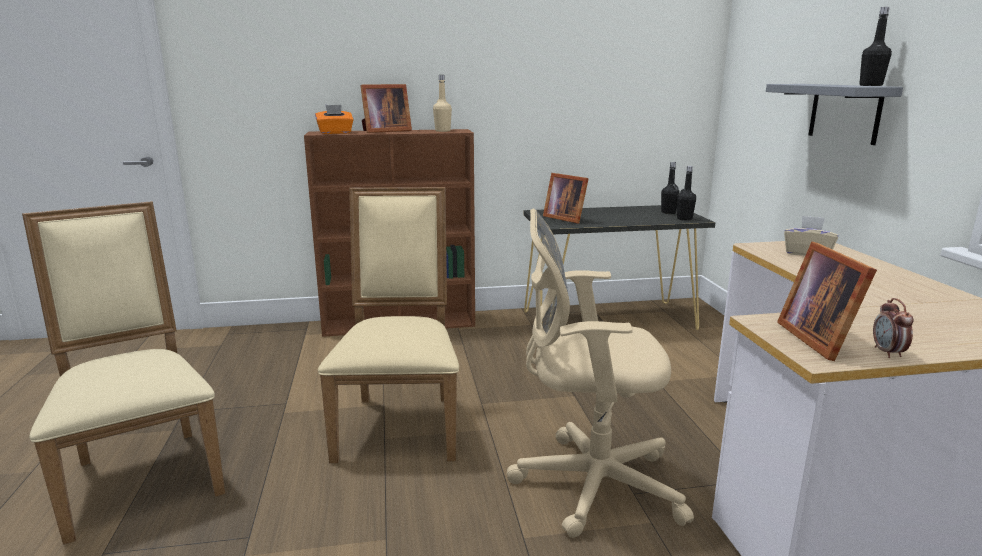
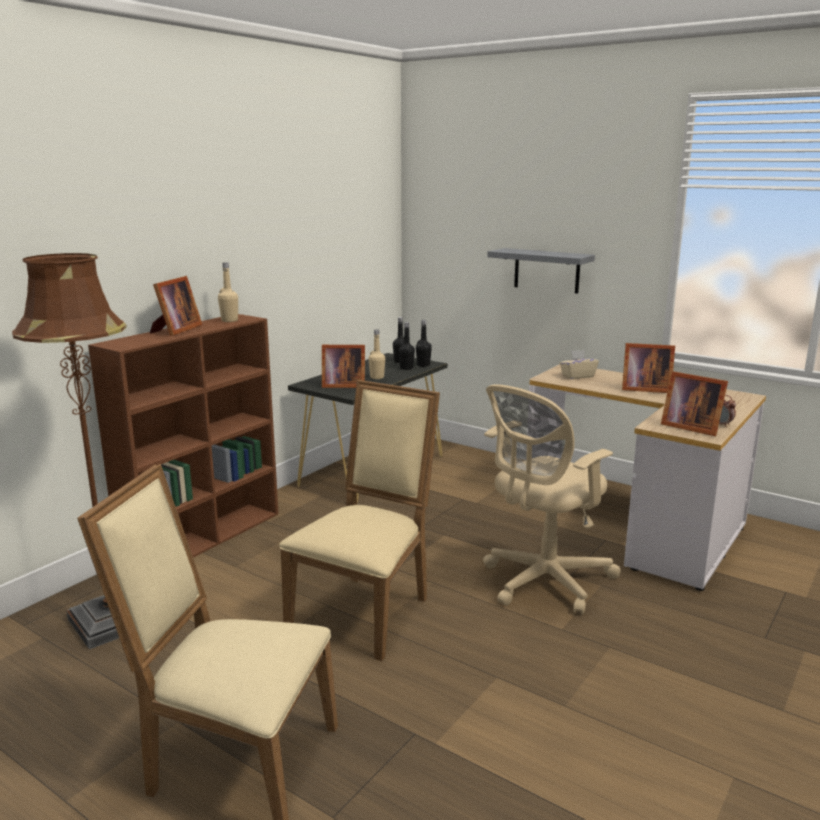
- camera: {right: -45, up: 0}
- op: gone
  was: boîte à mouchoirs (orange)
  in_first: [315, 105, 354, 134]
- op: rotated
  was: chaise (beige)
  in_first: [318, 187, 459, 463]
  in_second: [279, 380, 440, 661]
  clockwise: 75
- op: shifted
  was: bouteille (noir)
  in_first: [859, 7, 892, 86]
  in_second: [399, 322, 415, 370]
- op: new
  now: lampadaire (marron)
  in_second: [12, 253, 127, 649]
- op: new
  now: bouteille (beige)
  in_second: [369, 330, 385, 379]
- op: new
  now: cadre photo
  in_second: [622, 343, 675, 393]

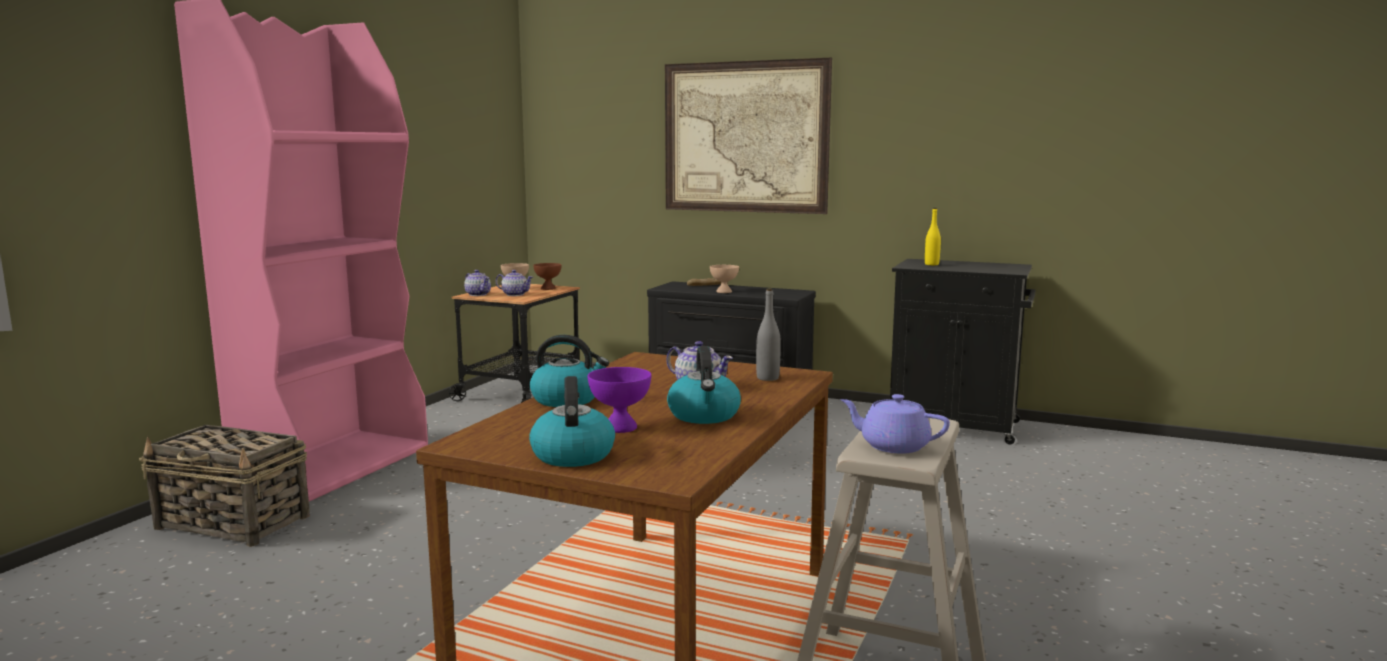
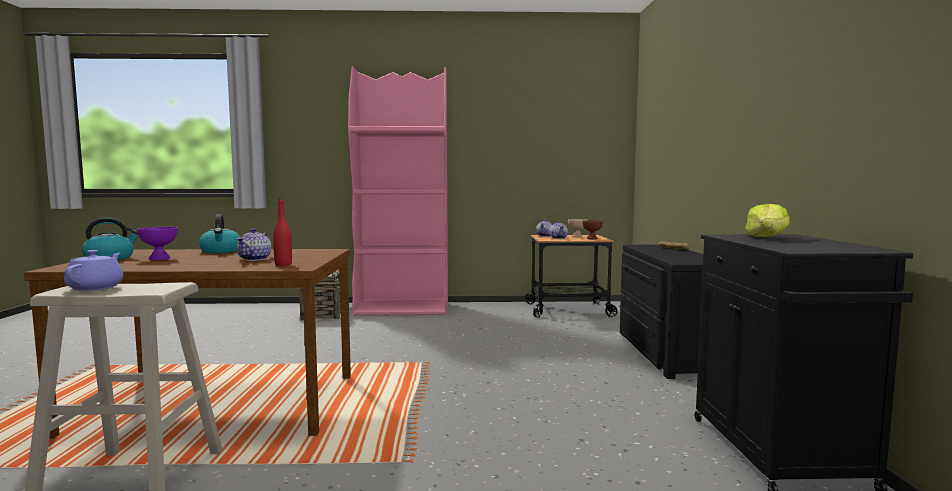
- camera: {right: 65, up: -5}
- op: gone
  was: tableau
  in_first: [665, 58, 832, 214]
- op: gone
  was: bouilloire
  in_first: [667, 346, 741, 424]
- op: gone
  was: bol (beige)
  in_first: [710, 265, 739, 293]
- op: repainted
  was: bouteille (gris)
  now: bouteille (rouge)
  in_first: [756, 288, 781, 381]
  in_second: [273, 198, 292, 266]
- op: swapped
  was: bouteille (jaune)
  now: laitue
  in_first: [925, 208, 941, 265]
  in_second: [745, 203, 790, 237]

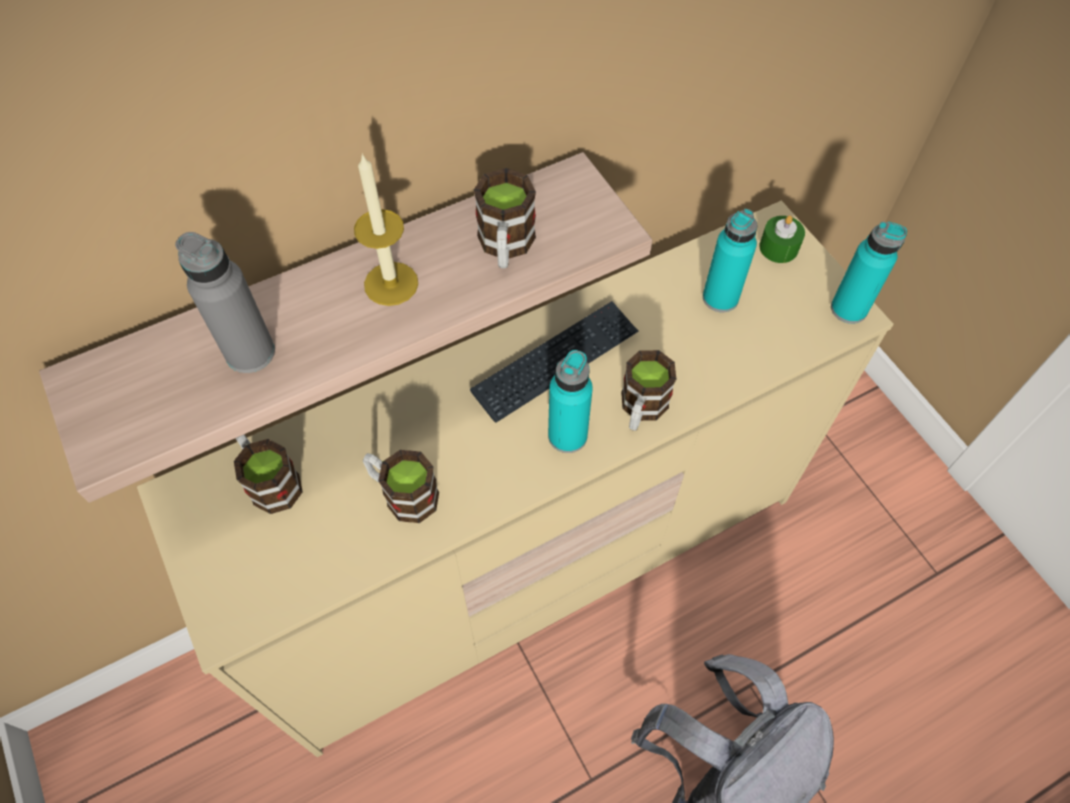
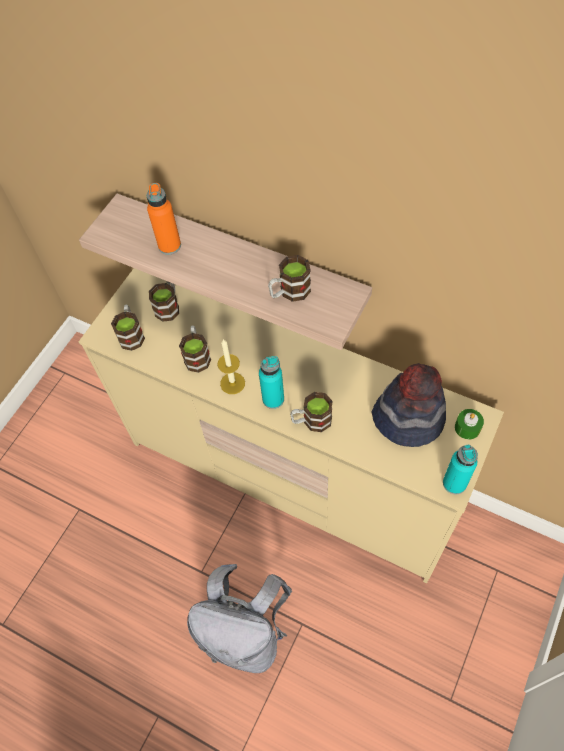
- camera: {right: 60, up: 0}
- op: repainted
  was: bouteille (gris)
  now: bouteille (orange)
  in_first: [175, 232, 275, 373]
  in_second: [147, 183, 181, 255]
- op: shifted
  was: bougie
  in_first: [354, 153, 418, 306]
  in_second: [217, 339, 245, 394]
- op: gone
  was: clavier
  in_first: [470, 301, 639, 423]
- op: swapped
  was: bouteille (turquoise)
  now: chapeau
  in_first: [703, 209, 757, 312]
  in_second: [371, 363, 446, 447]
- op: new
  now: mug
  in_second: [111, 305, 145, 351]

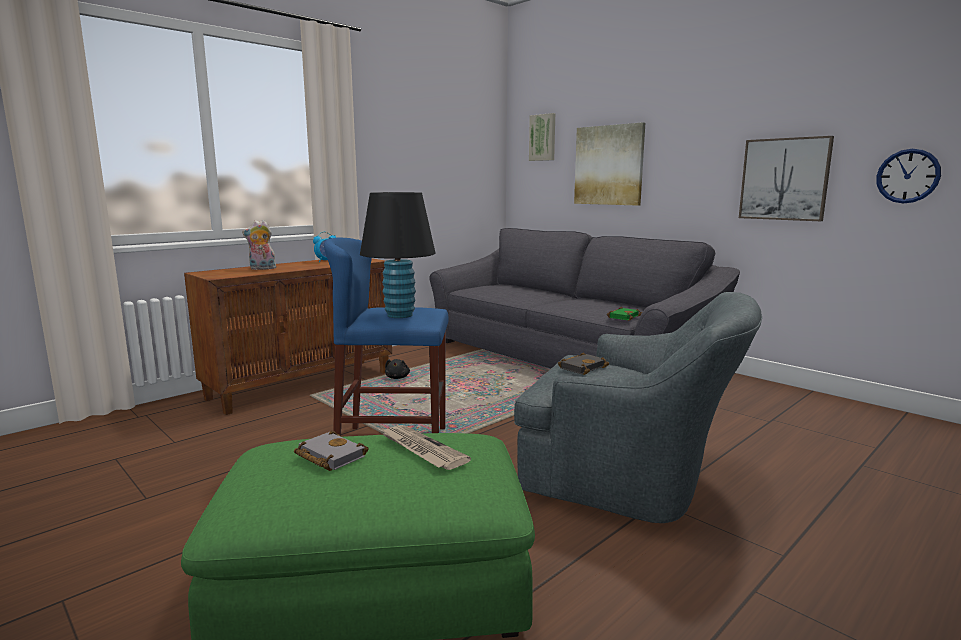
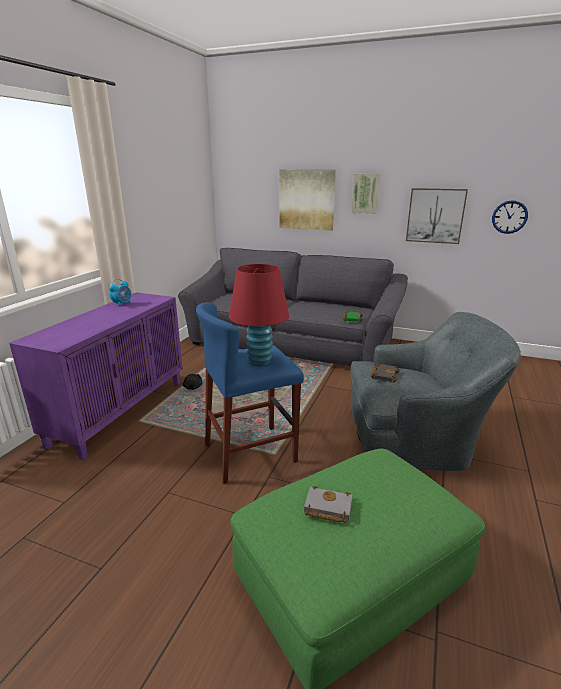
- camera: {right: -25, up: 10}
- op: repainted
  was: meuble de rangement (marron)
  now: meuble de rangement (violet)
  in_first: [184, 258, 392, 415]
  in_second: [9, 292, 183, 460]
- op: gone
  was: peluche
  in_first: [242, 220, 276, 270]
- op: repainted
  was: lampe de table (noir)
  now: lampe de table (rouge)
  in_first: [360, 192, 436, 318]
  in_second: [229, 264, 289, 366]
- op: gone
  was: journal
  in_first: [381, 425, 471, 470]
- op: shifted
  was: tableau
  in_first: [529, 113, 555, 161]
  in_second: [351, 173, 380, 214]

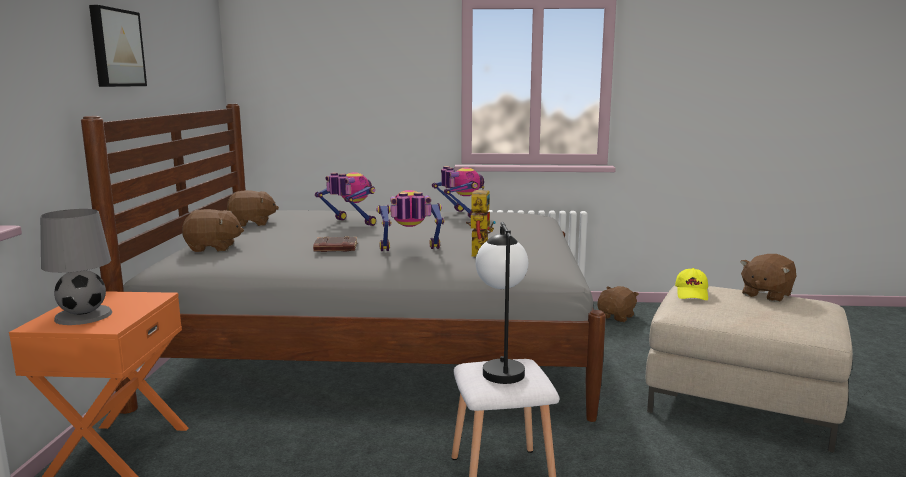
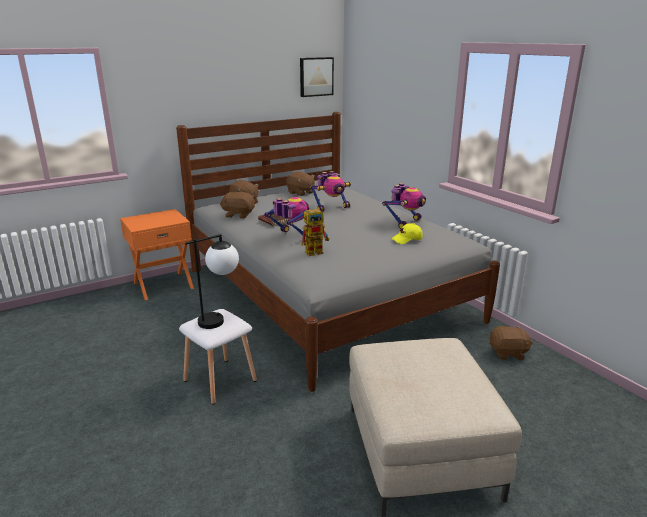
- camera: {right: 55, up: 10}
- op: gone
  was: lampe de table (gris)
  in_first: [40, 209, 112, 325]
- op: shifted
  was: tableau
  in_first: [89, 5, 147, 87]
  in_second: [300, 57, 334, 97]
- op: rotated
  was: robot jouet
  in_first: [315, 172, 376, 226]
  in_second: [310, 171, 351, 212]
  clockwise: 60
- op: shifted
  was: casquette (jaune)
  in_first: [675, 268, 708, 300]
  in_second: [391, 223, 423, 244]
- op: shifted
  was: peluche (marron)
  in_first: [740, 254, 796, 302]
  in_second: [220, 192, 255, 219]

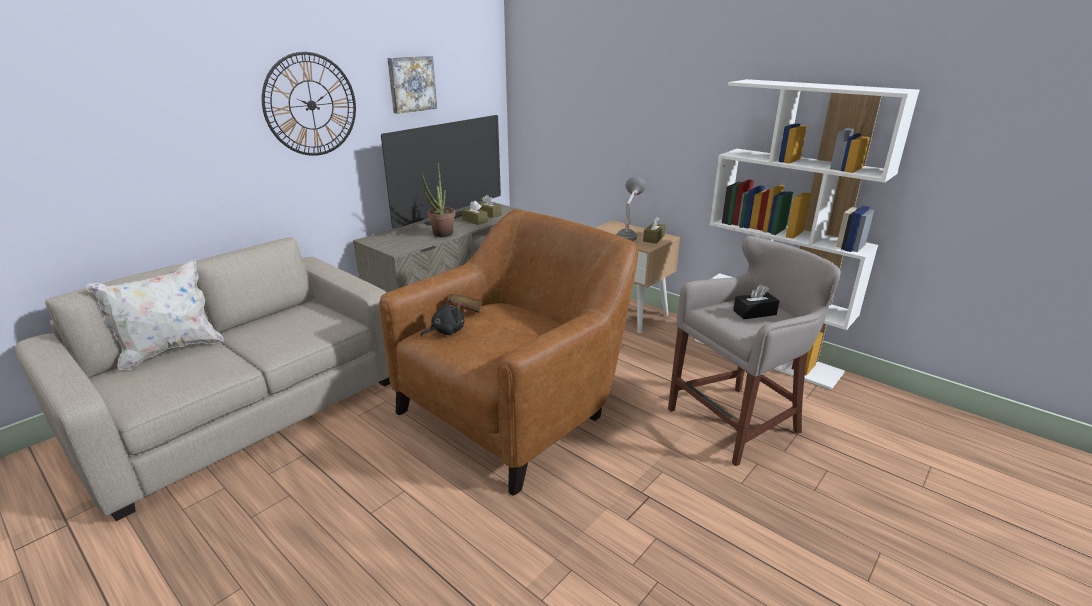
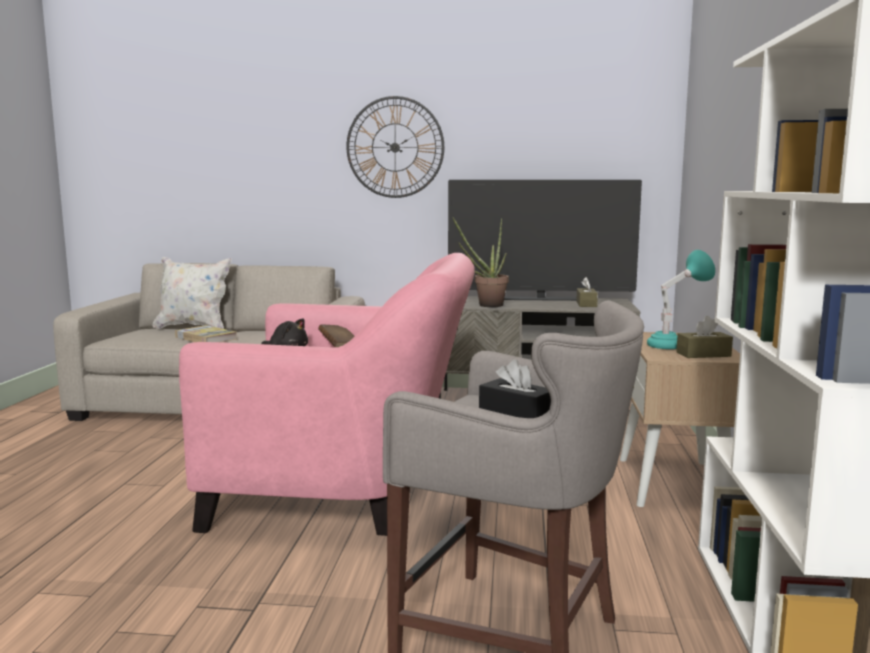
- camera: {right: 55, up: -15}
- op: repainted
  was: fauteuil (marron)
  now: fauteuil (rose)
  in_first: [379, 209, 638, 496]
  in_second: [179, 253, 475, 536]
- op: gone
  was: tableau
  in_first: [387, 56, 437, 114]
- op: gone
  was: boîte à mouchoirs (marron)
  in_first: [462, 201, 488, 225]
- op: repainted
  was: lampe de table (gris)
  now: lampe de table (turquoise)
  in_first: [616, 177, 646, 241]
  in_second: [647, 250, 715, 349]
- op: new
  now: livre
  in_second: [175, 325, 237, 342]

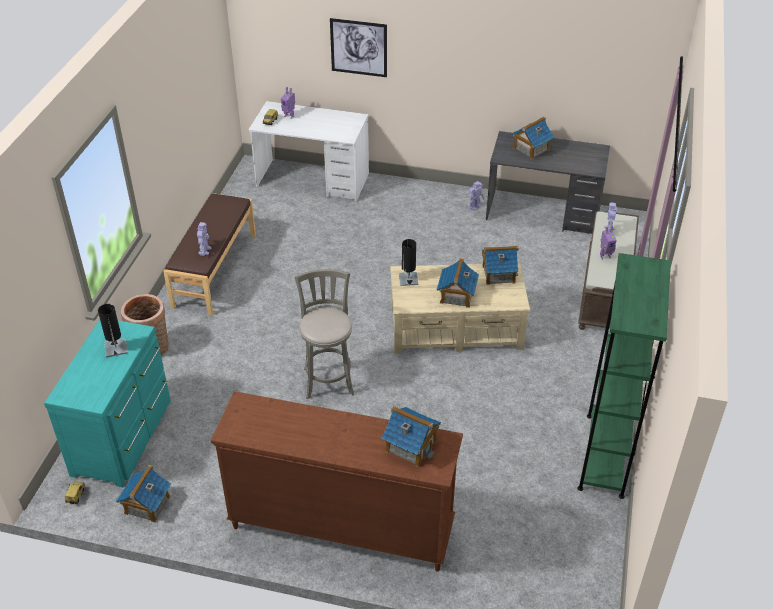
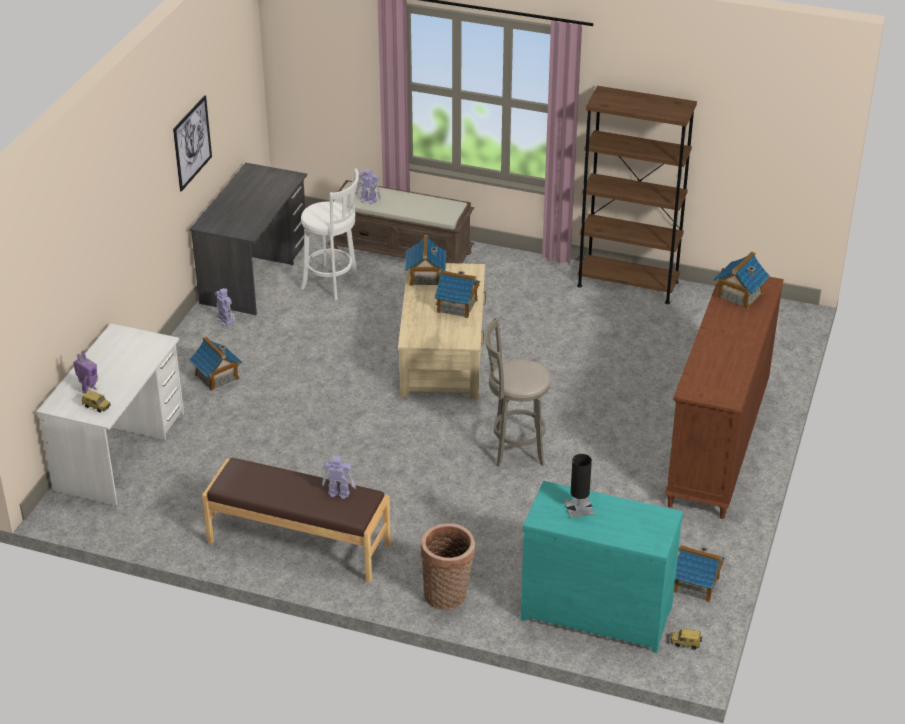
- camera: {right: -85, up: -5}
- op: shifted
  was: tableau
  in_first: [330, 18, 387, 77]
  in_second: [173, 95, 212, 192]
- op: gone
  was: lampe de table (noir)
  in_first: [399, 239, 419, 286]
- op: shifted
  was: maison miniature
  in_first: [511, 117, 554, 160]
  in_second: [189, 337, 242, 391]
- op: repainted
  was: bibliothèque (vert)
  now: bibliothèque (marron)
  in_first: [577, 253, 671, 499]
  in_second: [577, 86, 697, 304]
- op: gone
  was: robot jouet
  in_first: [600, 226, 617, 260]
- op: new
  now: tabouret (blanc)
  in_second: [300, 168, 360, 300]

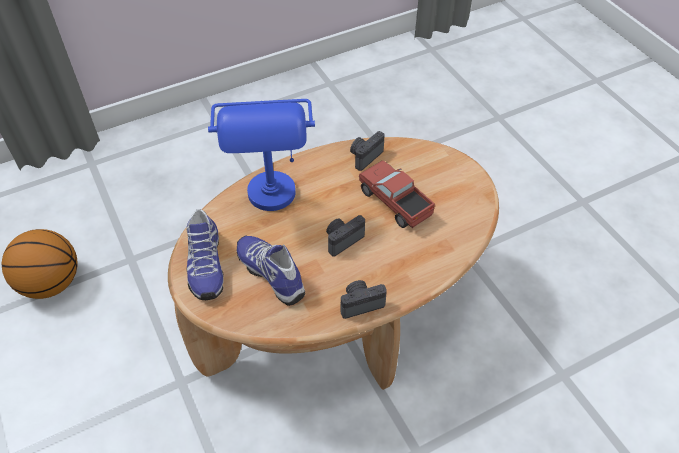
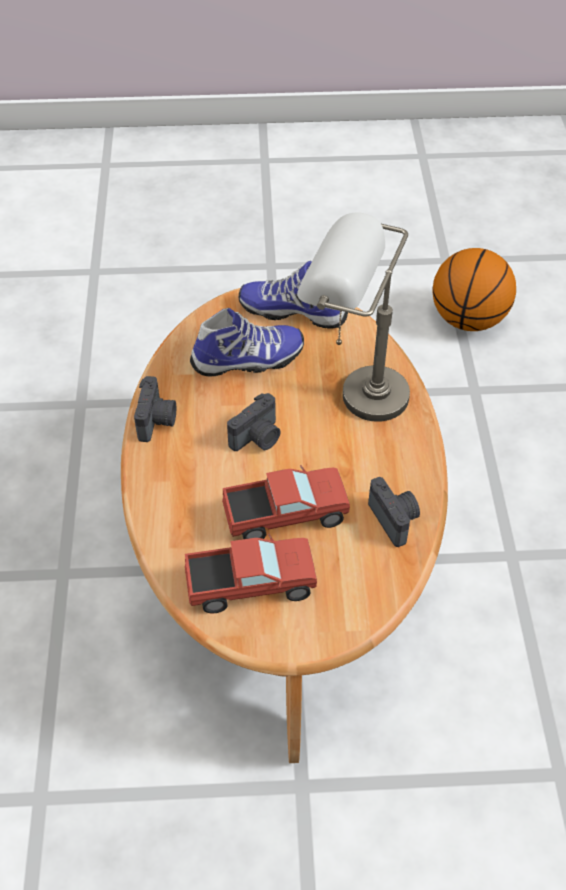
- camera: {right: 115, up: 0}
- op: repainted
  was: lampe de table (bleu)
  now: lampe de table (gris)
  in_first: [208, 99, 315, 211]
  in_second: [297, 212, 410, 422]
- op: rotated
  was: appareil photo
  in_first: [326, 215, 365, 257]
  in_second: [227, 393, 280, 451]
  clockwise: 60
- op: new
  now: camion jouet
  in_second: [185, 534, 317, 614]

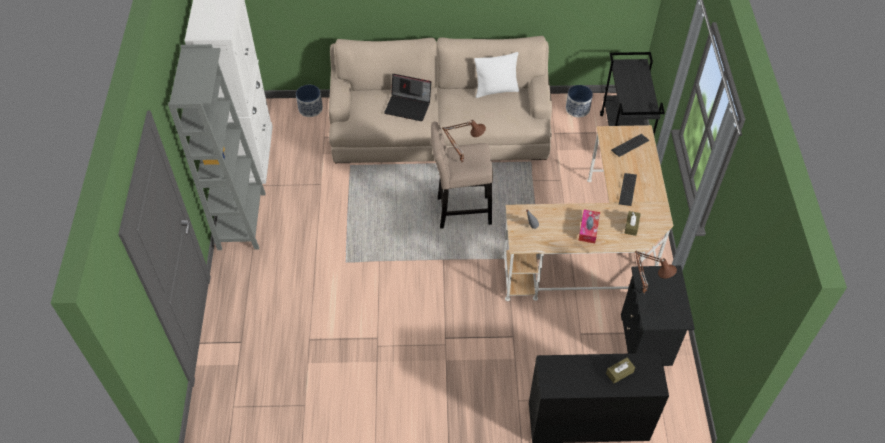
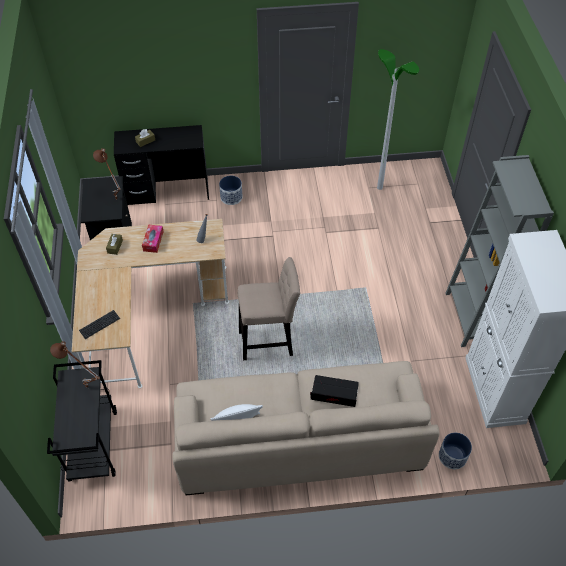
- camera: {right: 175, up: 0}
- op: shifted
  was: lampe de table (marron)
  in_first: [442, 120, 486, 163]
  in_second: [50, 341, 100, 388]
- op: shifted
  was: cache-pot
  in_first: [566, 85, 593, 117]
  in_second: [219, 176, 243, 205]
- op: gone
  was: clavier
  in_first: [619, 173, 637, 206]
- op: new
  now: lampadaire
  in_second: [377, 49, 419, 190]

